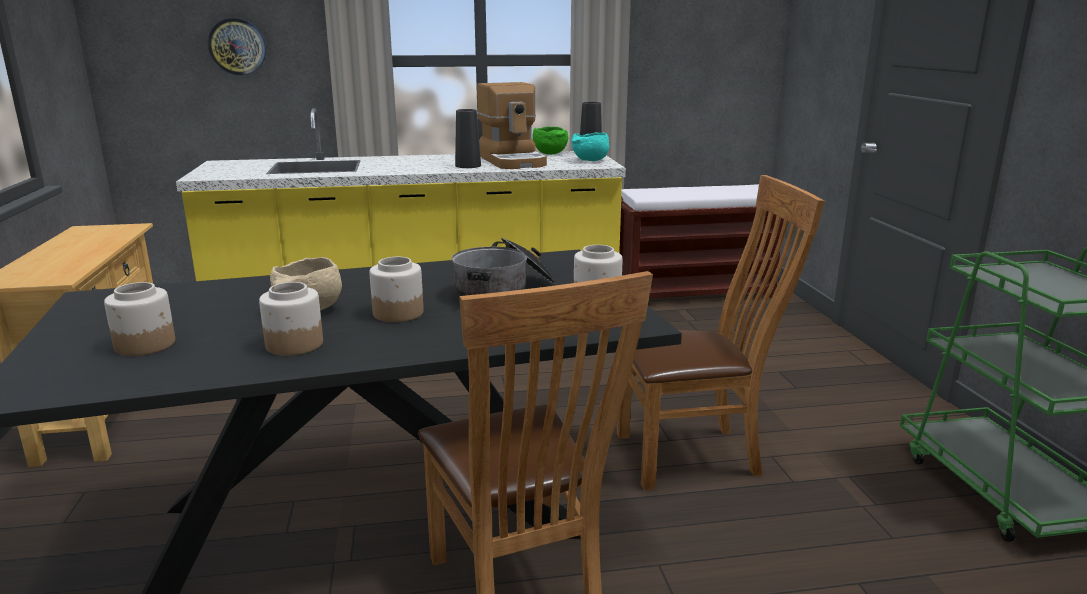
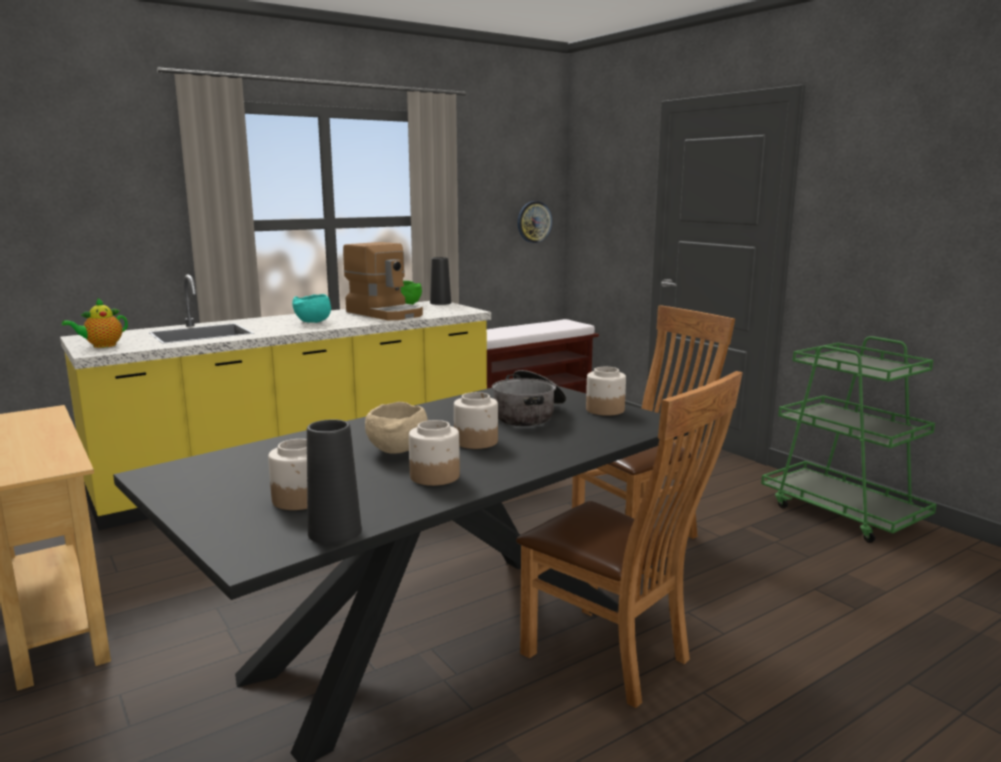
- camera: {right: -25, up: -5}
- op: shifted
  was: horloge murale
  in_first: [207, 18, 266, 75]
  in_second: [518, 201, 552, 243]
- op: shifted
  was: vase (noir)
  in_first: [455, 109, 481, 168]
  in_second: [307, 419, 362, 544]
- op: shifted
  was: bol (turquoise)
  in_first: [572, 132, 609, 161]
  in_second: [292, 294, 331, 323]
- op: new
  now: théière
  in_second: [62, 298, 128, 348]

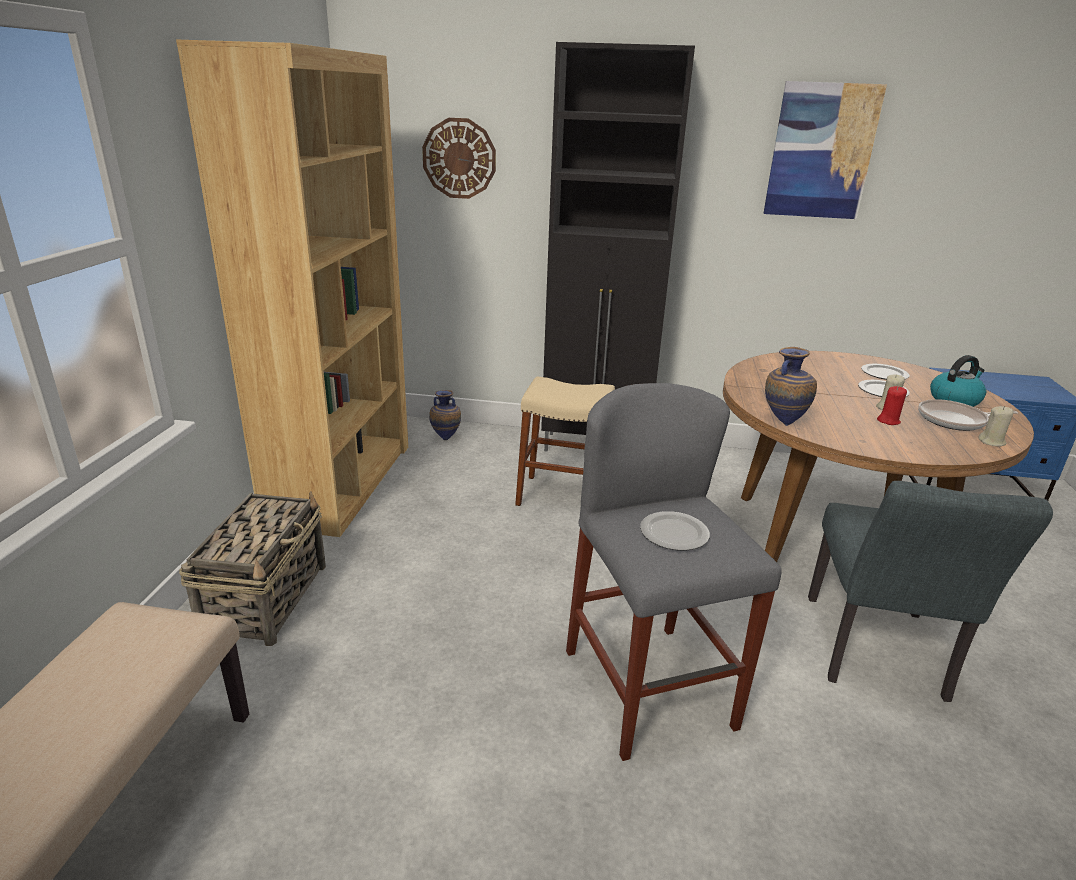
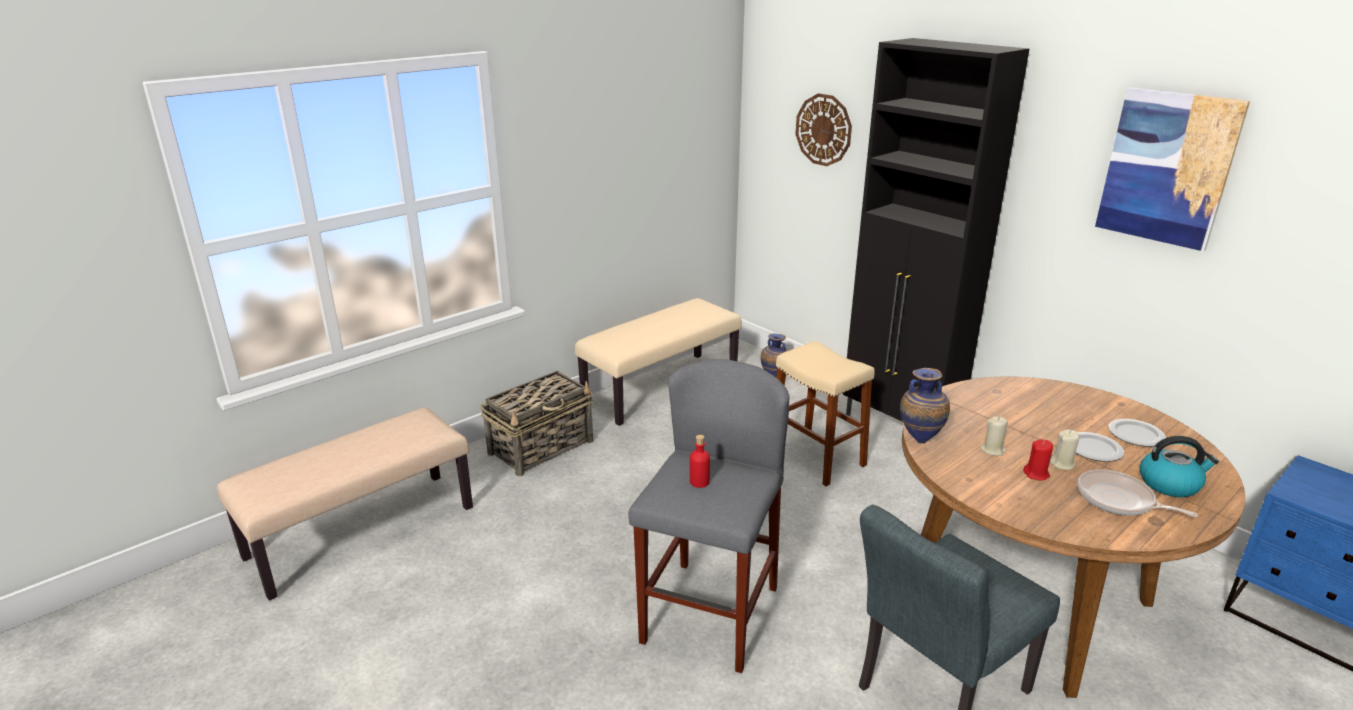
- camera: {right: 40, up: 0}
- op: swapped
  was: bibliothèque (marron)
  now: banc (beige)
  in_first: [176, 40, 408, 537]
  in_second: [575, 298, 742, 426]
- op: swapped
  was: assiette
  now: bouteille (rouge)
  in_first: [640, 511, 710, 550]
  in_second: [690, 435, 710, 488]
- op: shifted
  was: bougie (beige)
  in_first: [978, 406, 1014, 447]
  in_second: [980, 416, 1008, 456]

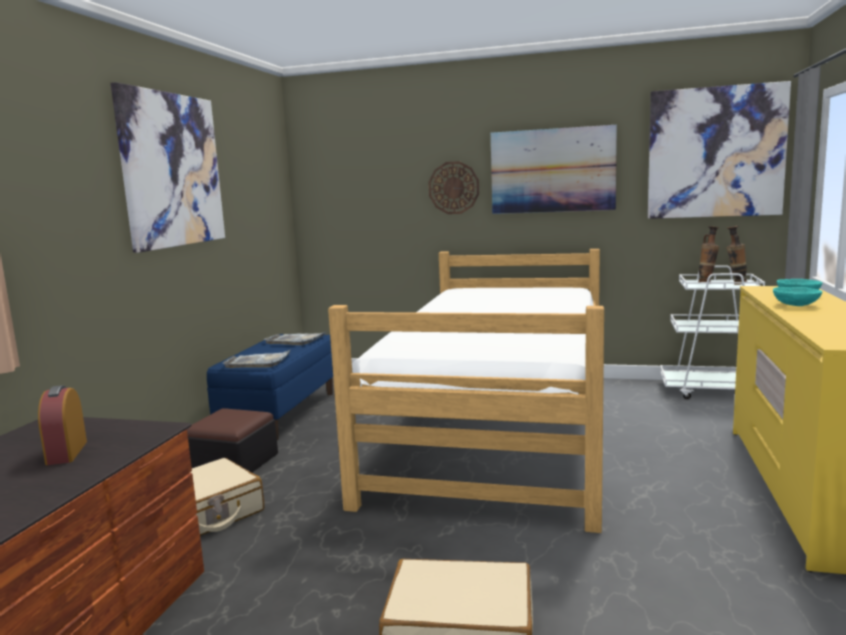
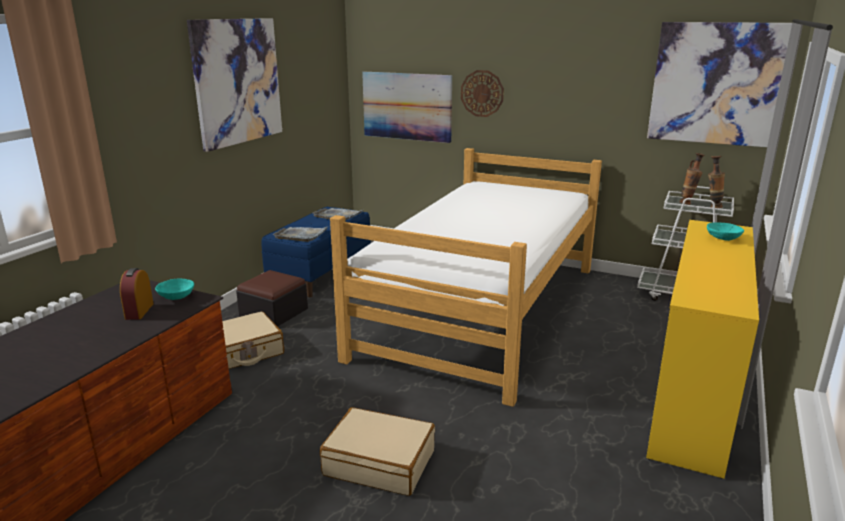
- camera: {right: 10, up: 10}
- op: shifted
  was: tableau
  in_first: [491, 125, 617, 214]
  in_second: [362, 72, 452, 143]
- op: shifted
  was: bol (turquoise)
  in_first: [773, 287, 822, 306]
  in_second: [155, 279, 194, 300]

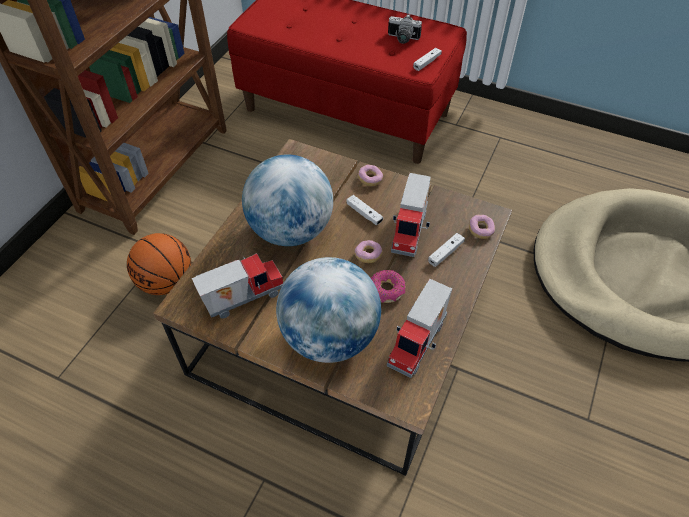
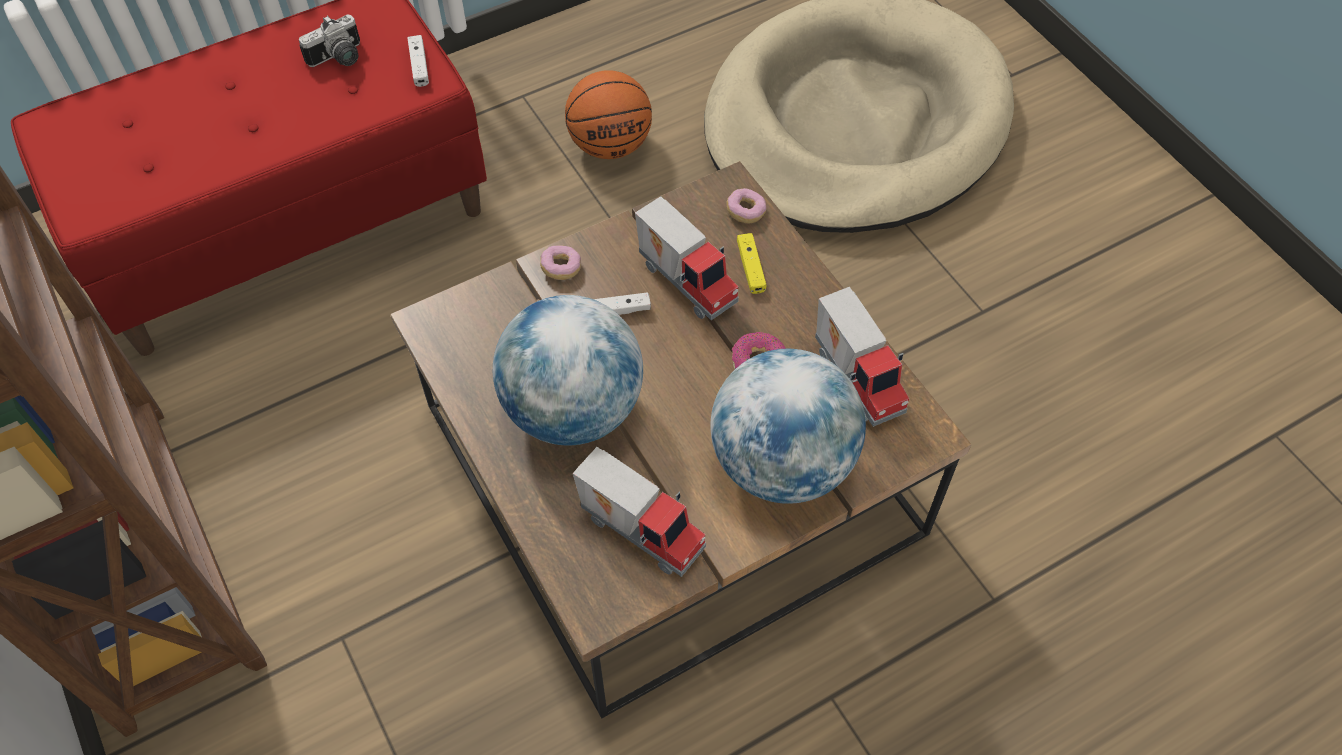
- camera: {right: -55, up: 5}
- op: shifted
  was: ballon de basket
  in_first: [127, 233, 191, 295]
  in_second: [565, 70, 652, 159]
- op: rotated
  was: camion jouet
  in_first: [192, 253, 284, 319]
  in_second: [573, 447, 706, 577]
  clockwise: 120
- op: gone
  was: beignet
  in_first: [354, 240, 383, 263]
- op: repainted
  was: manette (blanc)
  now: manette (jaune)
  in_first: [428, 233, 465, 267]
  in_second: [737, 233, 766, 294]

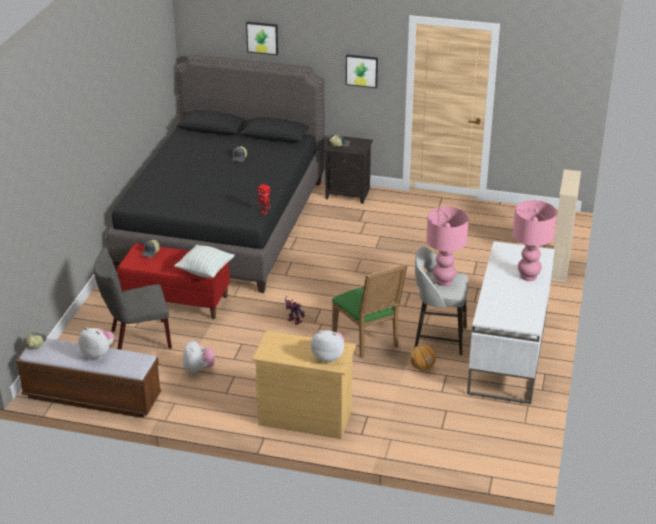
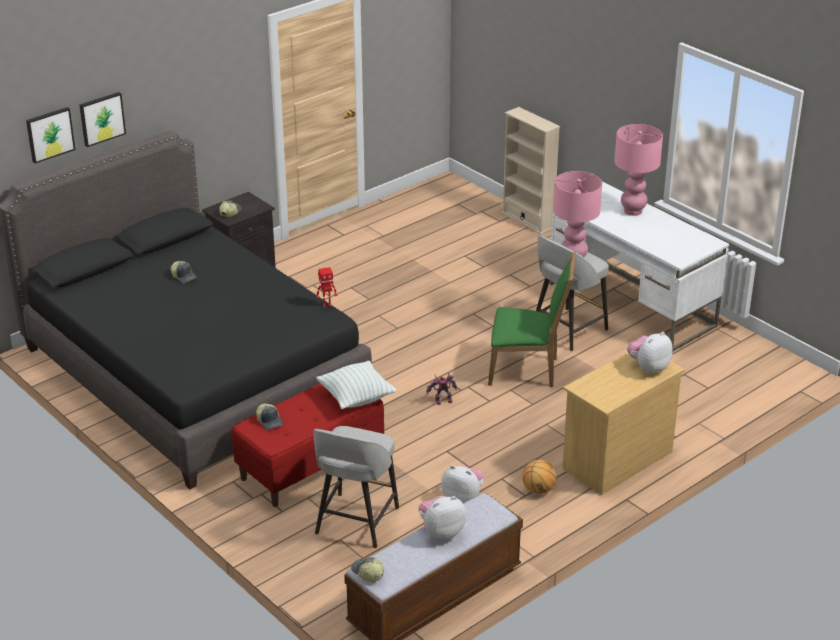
- camera: {right: -55, up: 0}
- op: swapped
  was: chaise (gris)
  now: tabouret (gris)
  in_first: [94, 247, 172, 350]
  in_second: [314, 426, 399, 548]
- op: shifted
  was: tableau
  in_first: [346, 54, 378, 88]
  in_second: [26, 107, 75, 163]
- op: shifted
  was: ballon de basket
  in_first: [410, 345, 436, 371]
  in_second: [522, 460, 557, 494]

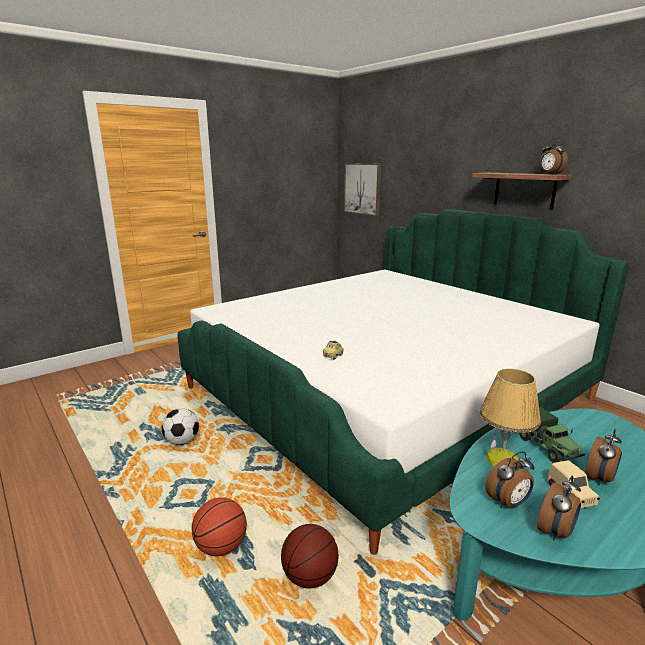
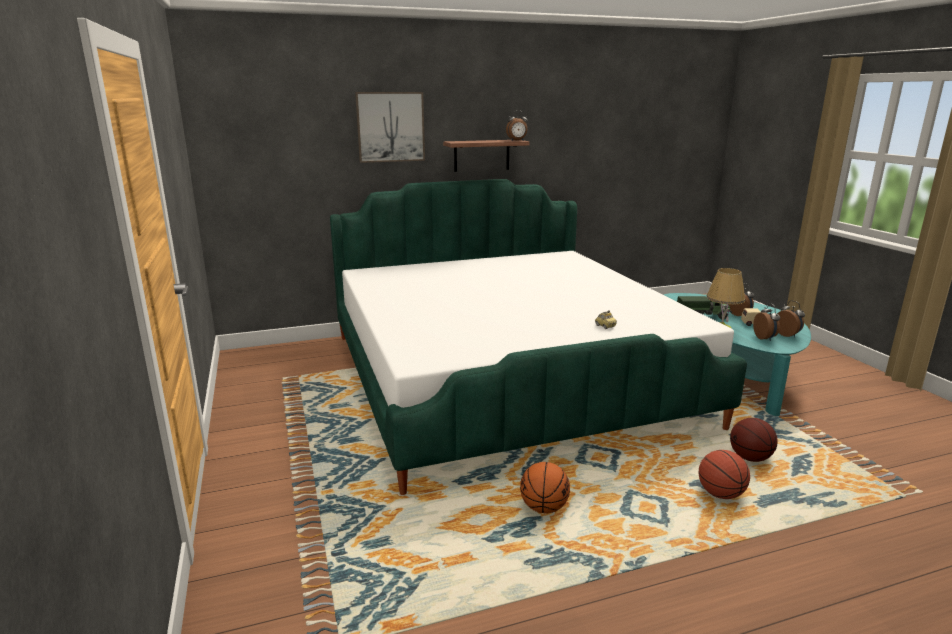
- camera: {right: -70, up: 0}
- op: swapped
  was: ballon de foot
  now: ballon de basket
  in_first: [161, 408, 199, 445]
  in_second: [520, 462, 570, 514]
- op: shifted
  was: tableau
  in_first: [344, 163, 381, 216]
  in_second: [355, 92, 425, 163]

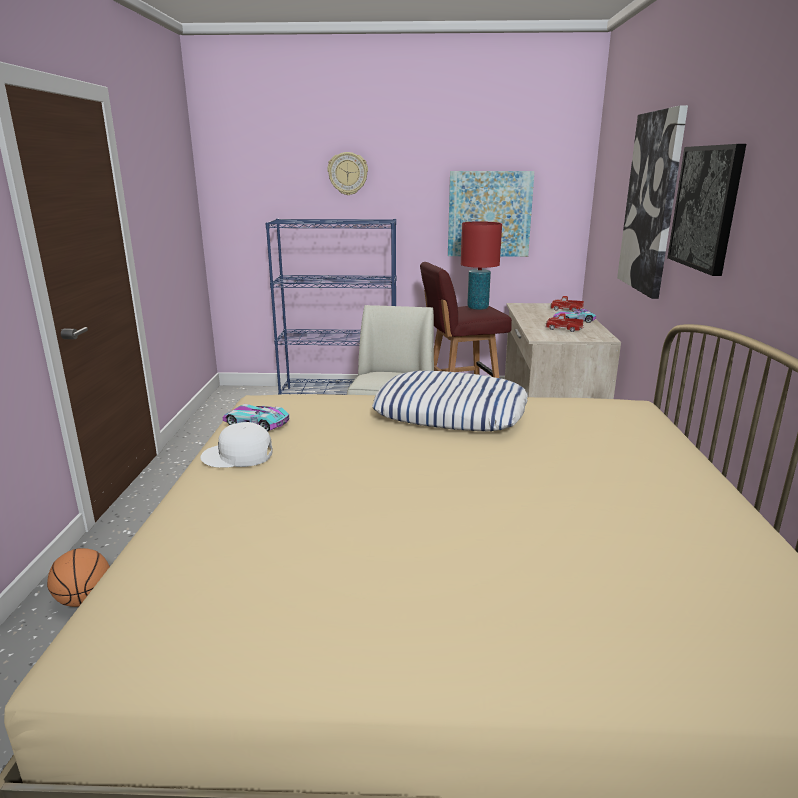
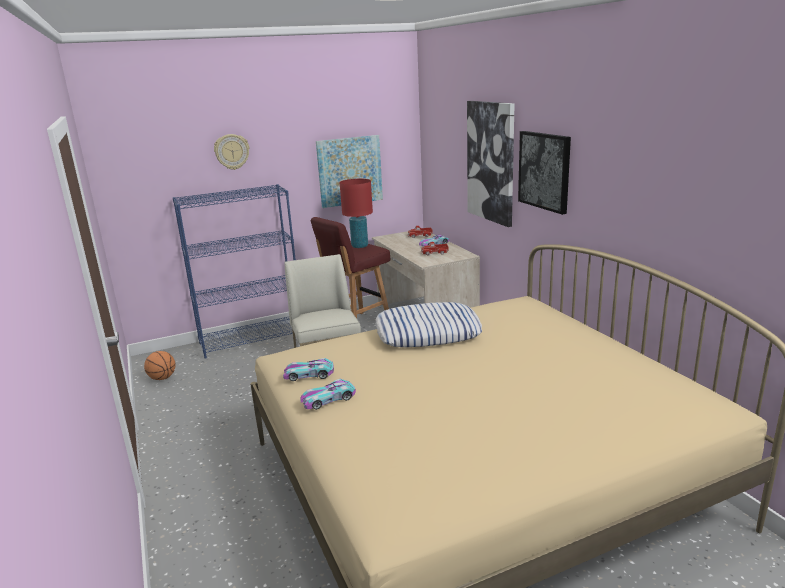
- camera: {right: -25, up: 0}
- op: shifted
  was: ballon de basket
  in_first: [47, 548, 110, 607]
  in_second: [144, 351, 175, 380]
- op: swapped
  was: casquette (blanc)
  now: petite voiture
  in_first: [200, 422, 273, 468]
  in_second: [300, 379, 356, 410]

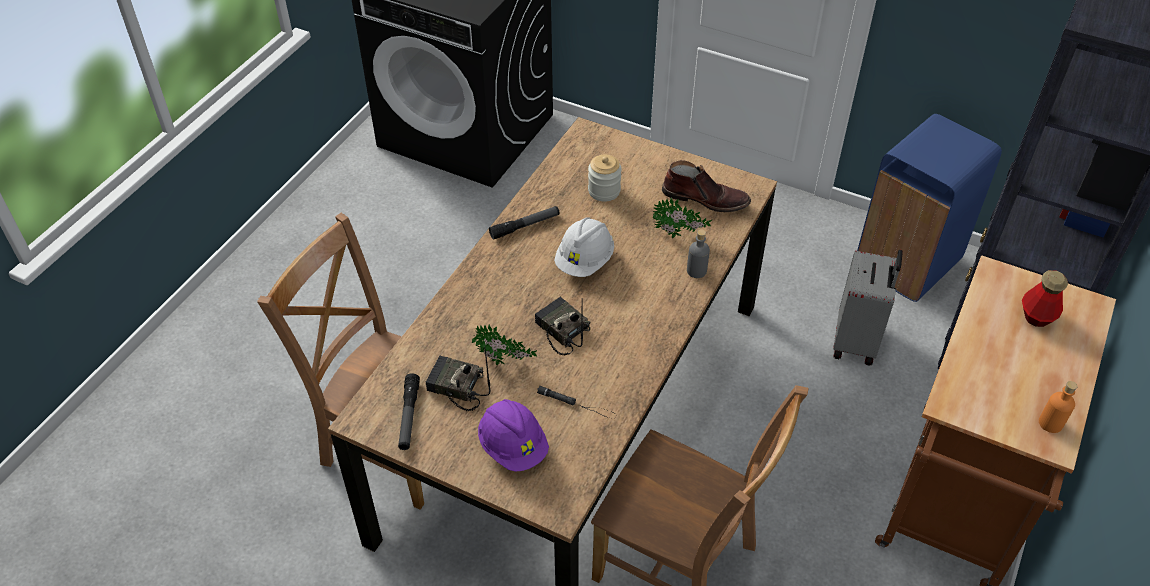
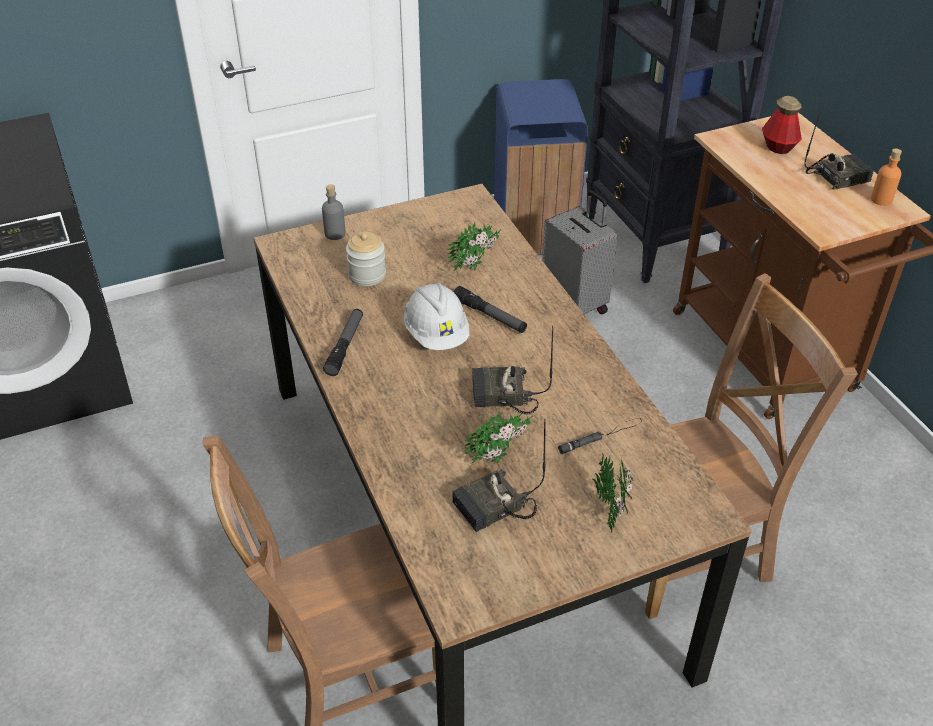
- camera: {right: -50, up: -5}
- op: shifted
  was: lampe de poche
  in_first: [398, 373, 420, 450]
  in_second: [454, 286, 527, 333]
- op: swapped
  was: casque de chantier (violet)
  now: plante en pot
  in_first: [478, 399, 549, 472]
  in_second: [592, 455, 634, 532]
- op: gone
  was: botte (marron)
  in_first: [662, 160, 751, 212]
- op: shifted
  was: bouteille (gris)
  in_first: [687, 229, 710, 278]
  in_second: [322, 184, 345, 240]
- op: new
  now: radio
  in_second: [804, 106, 874, 190]

